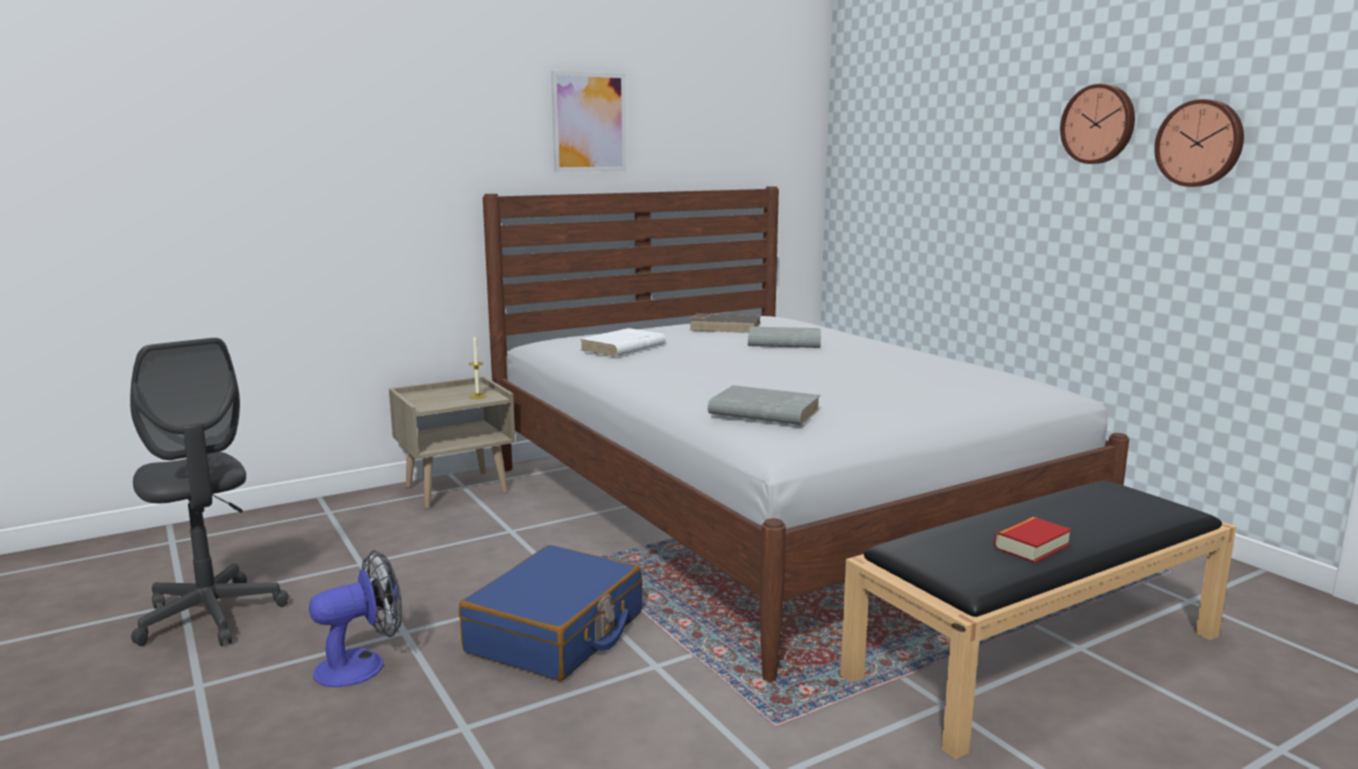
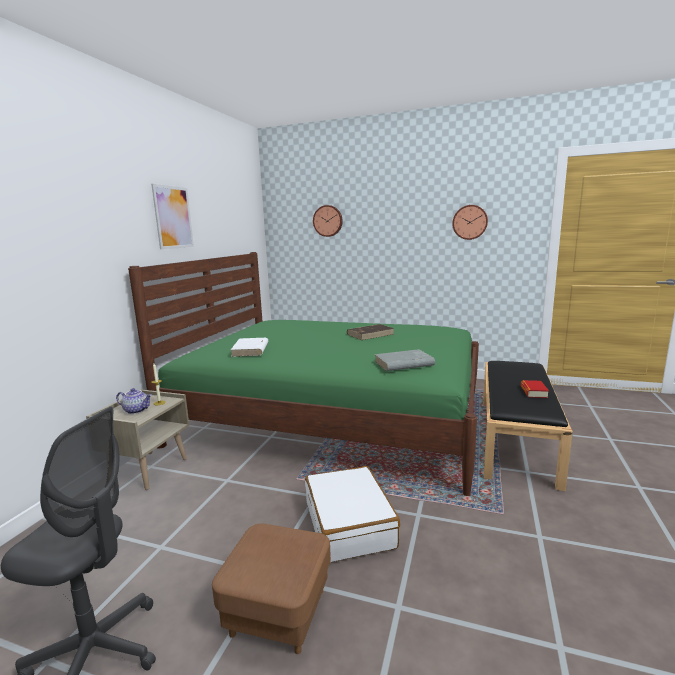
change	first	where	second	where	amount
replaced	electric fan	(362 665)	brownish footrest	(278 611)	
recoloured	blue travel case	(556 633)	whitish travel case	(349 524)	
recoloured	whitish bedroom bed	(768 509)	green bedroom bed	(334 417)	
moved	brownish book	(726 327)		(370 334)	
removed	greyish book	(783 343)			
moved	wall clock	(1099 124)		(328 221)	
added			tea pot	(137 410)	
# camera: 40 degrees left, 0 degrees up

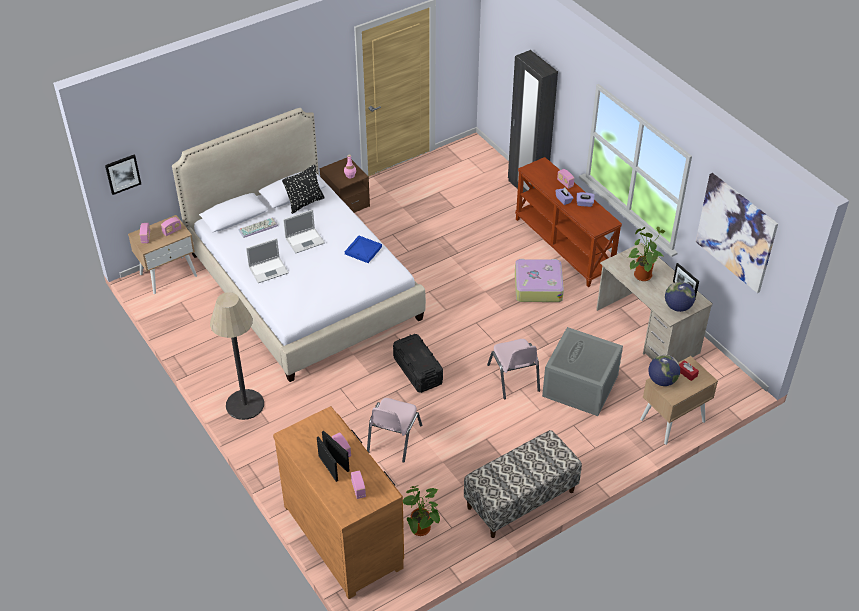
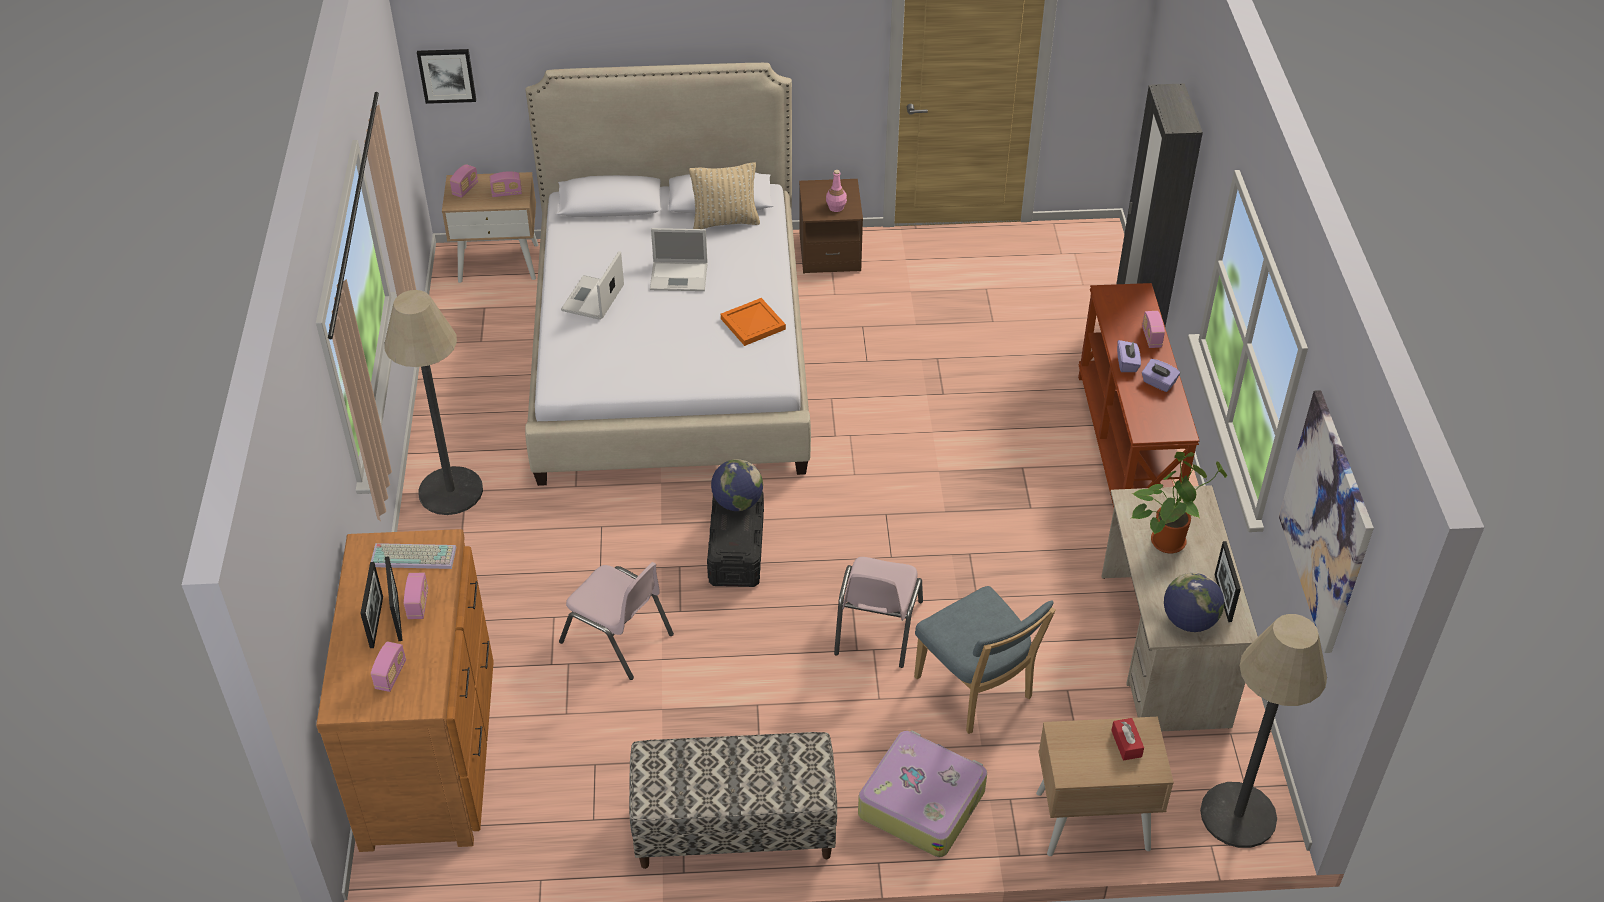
change	first	where	second	where	amount
moved	PC keyboard	(258 227)		(414 555)	
turned	portable computer	(269 270)		(592 299)	105 degrees clockwise
recoloured	black throw pillow	(305 203)	beige-coloured throw pillow	(725 221)	
recoloured	blue carrying tray	(363 251)	orange-coloured carrying tray	(752 324)	
turned	pink plain chair	(393 439)		(617 638)	105 degrees counterclockwise
removed	potted plant	(422 530)			
moved	travel case	(537 286)		(921 802)	
replaced	greyish storage bin	(581 387)	blue plain chair	(976 691)	
moved	desk globe	(662 380)		(737 503)	
added			standing lamp	(1238 815)	
# camera: 30 degrees right, 0 degrees up

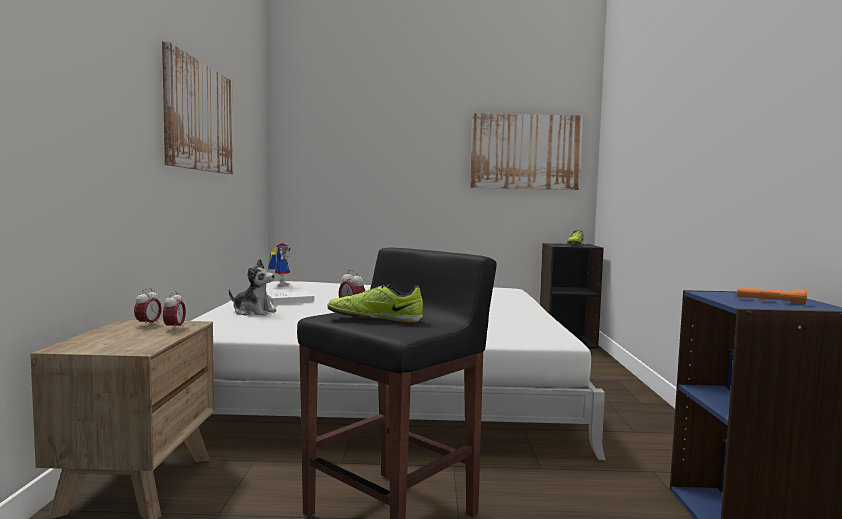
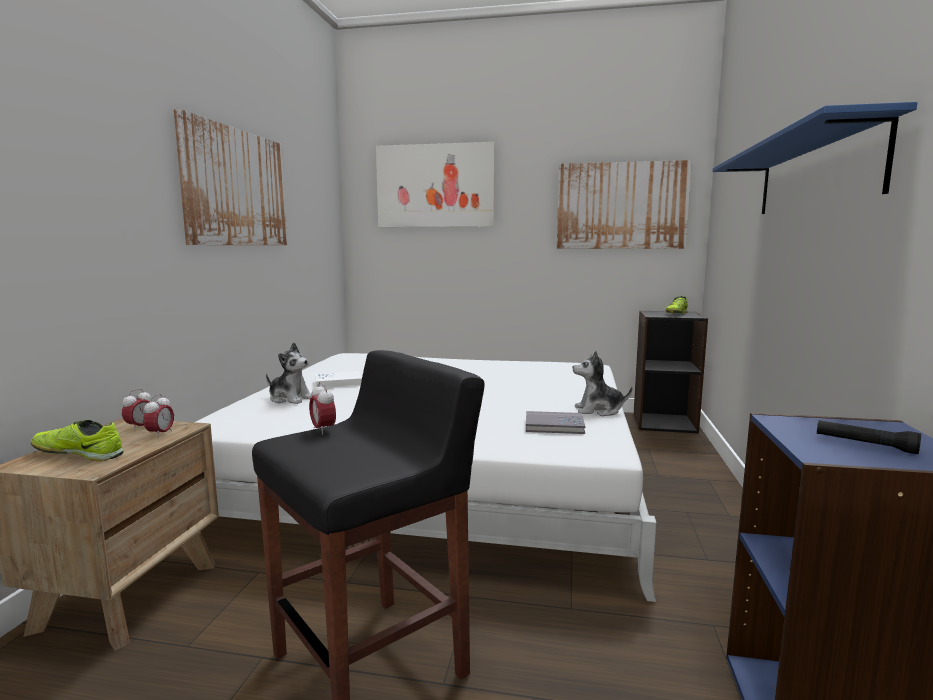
change	first	where	second	where	amount
removed	toy robot	(280 285)			
moved	low shoe	(375 319)		(79 453)	
recoloured	orange-coloured flashlight	(770 301)	black flashlight	(865 444)	
added			wall picture	(435 186)	
added			greyish book	(554 425)	
added			soft toy	(598 410)	
added			blue wall shelf	(813 175)	
# camera: 10 degrees right, 5 degrees up

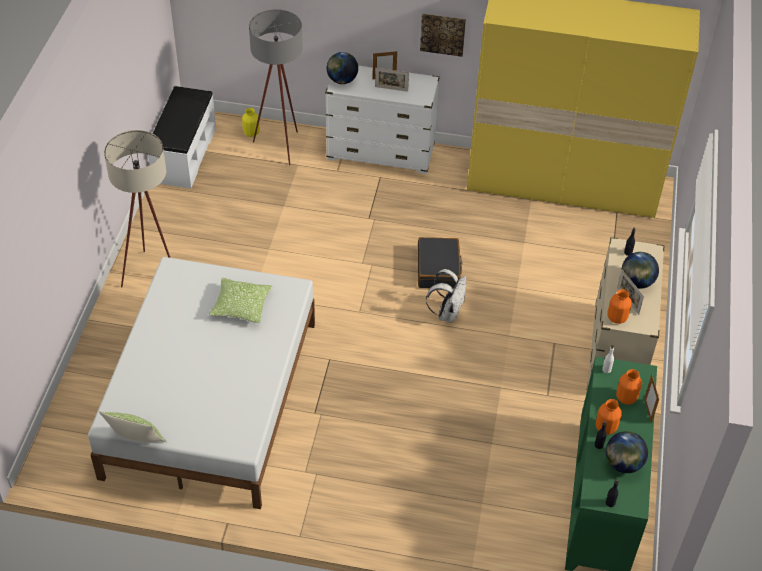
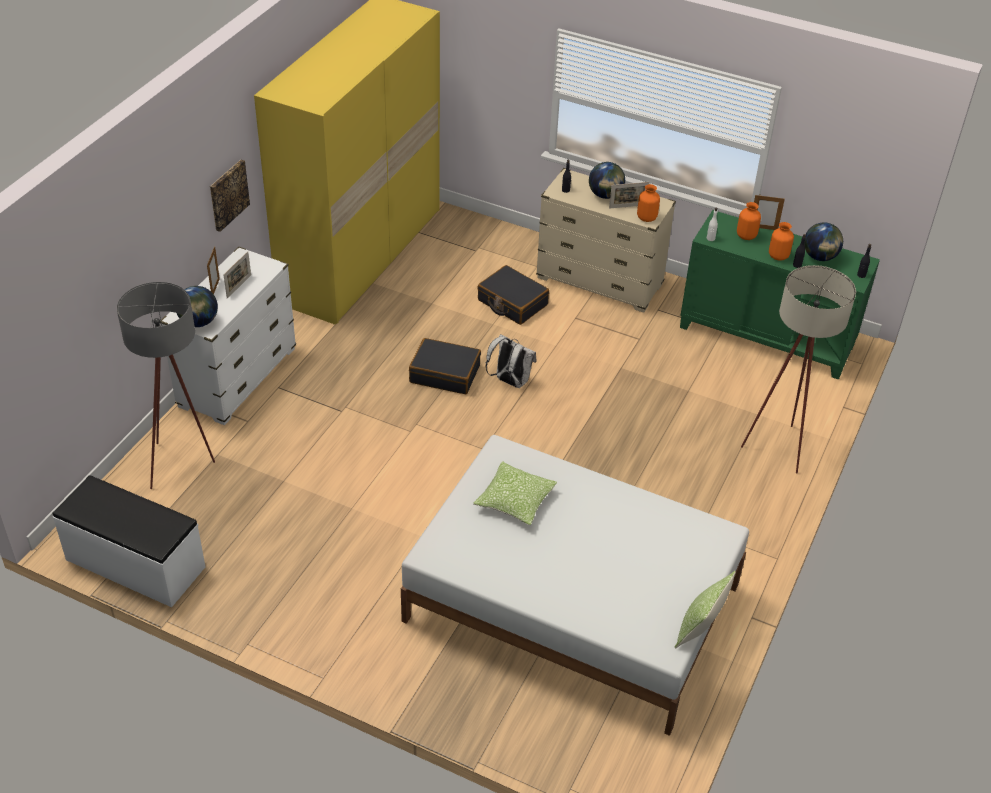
change	first	where	second	where	amount
moved	beige-coloured standing lamp	(154 275)		(780 444)	
removed	yellow-coloured flower vase	(251 133)			
added			black travel case	(512 303)	
# camera: 75 degrees left, 5 degrees down

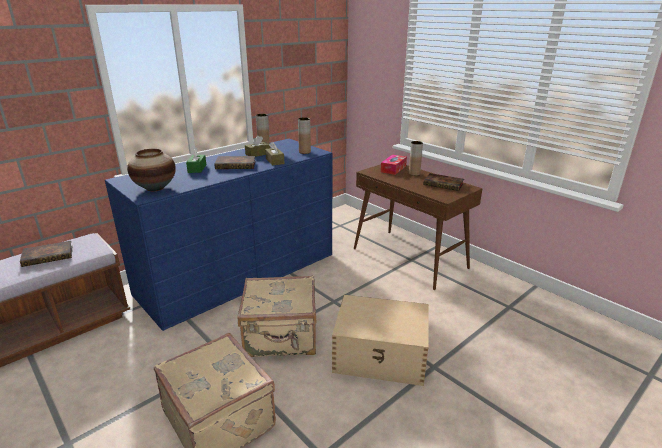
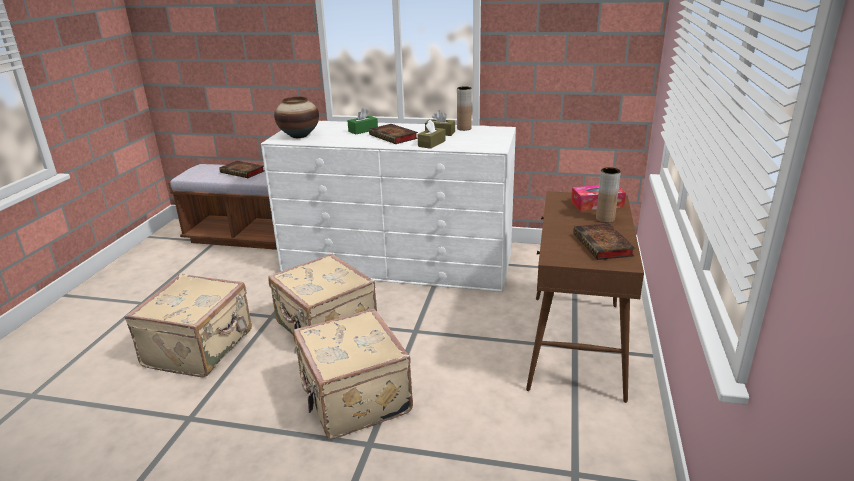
change	first	where	second	where	amount
recoloured	blue drawer chest	(239 273)	whitish drawer chest	(398 262)	
removed	brownish flower vase	(304 152)			
replaced	beige-coloured storage bin	(381 356)	beige-coloured travel case	(353 399)	
# camera: 55 degrees right, 0 degrees up

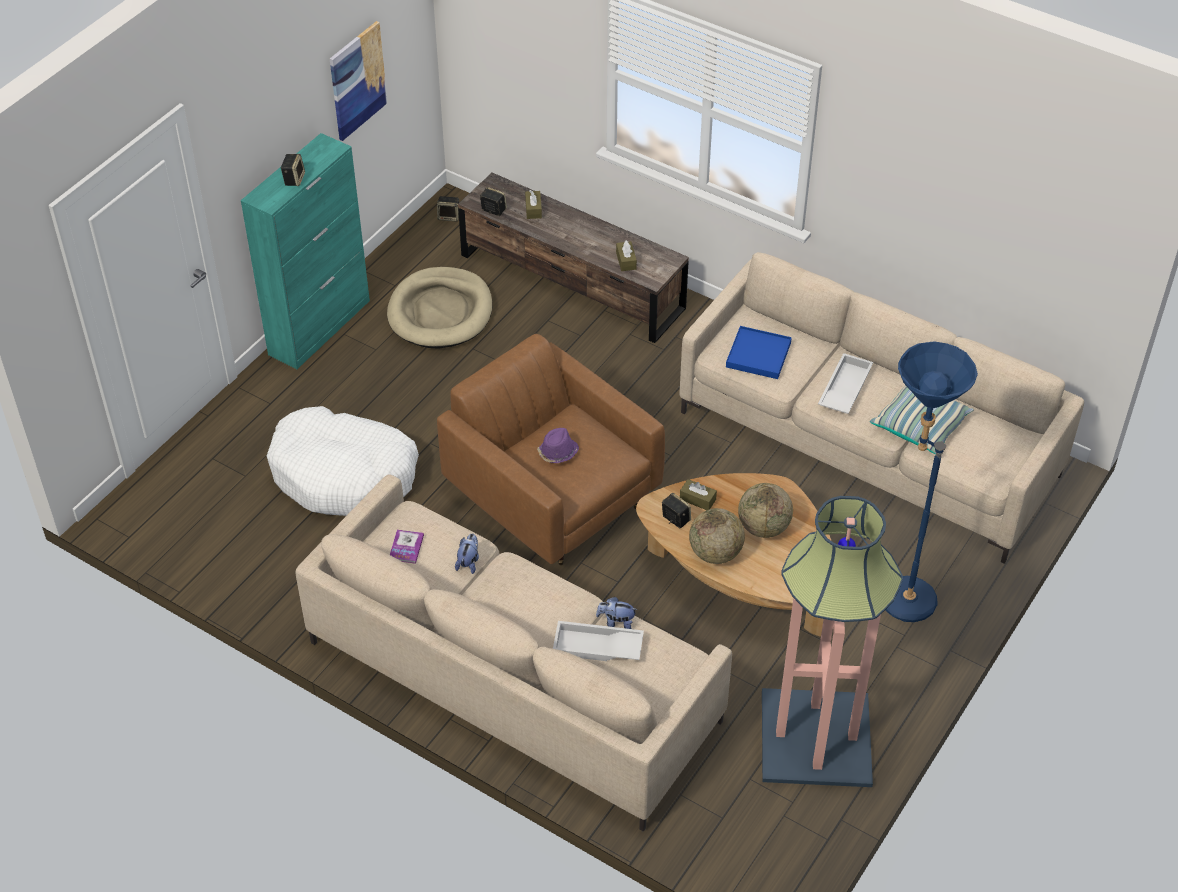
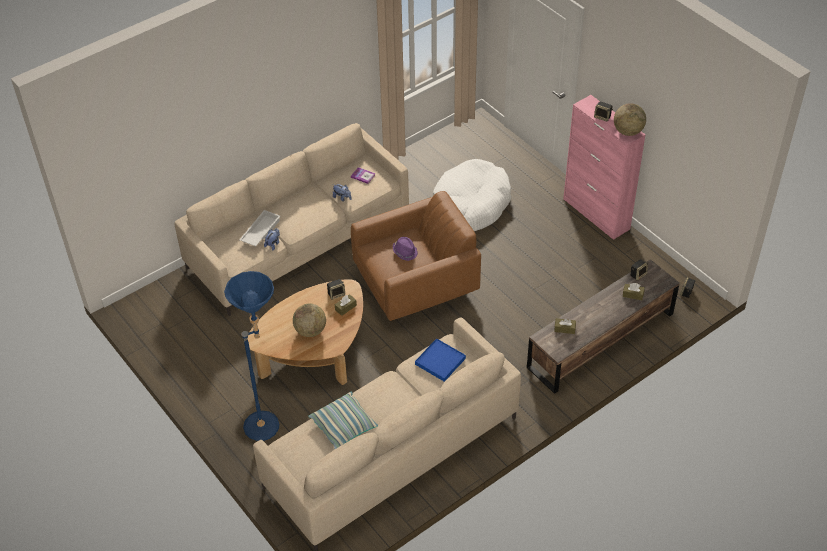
change	first	where	second	where	amount
recoloured	blue-green cupboard	(320 327)	pink cupboard	(596 214)	
removed	wall picture	(357 80)			
removed	beige-coloured dog cushion	(440 312)			
moved	desk globe	(715 553)		(628 131)	
removed	standing lamp	(816 739)			
removed	whitish carrying tray	(844 389)			
# camera: 110 degrees right, 0 degrees up

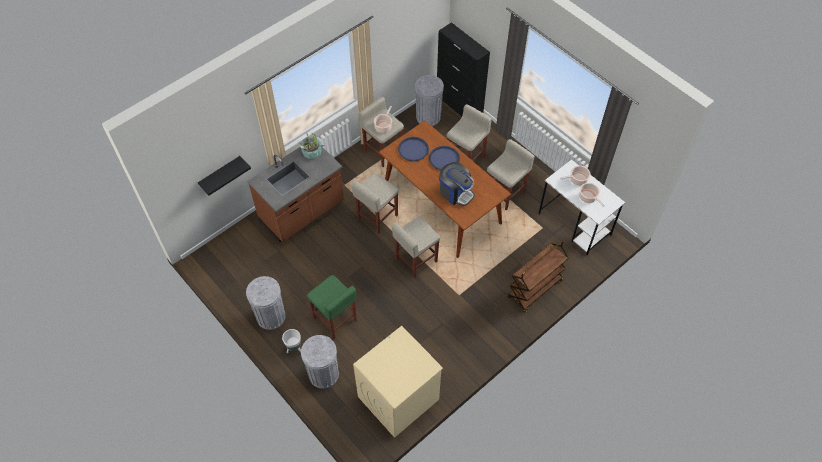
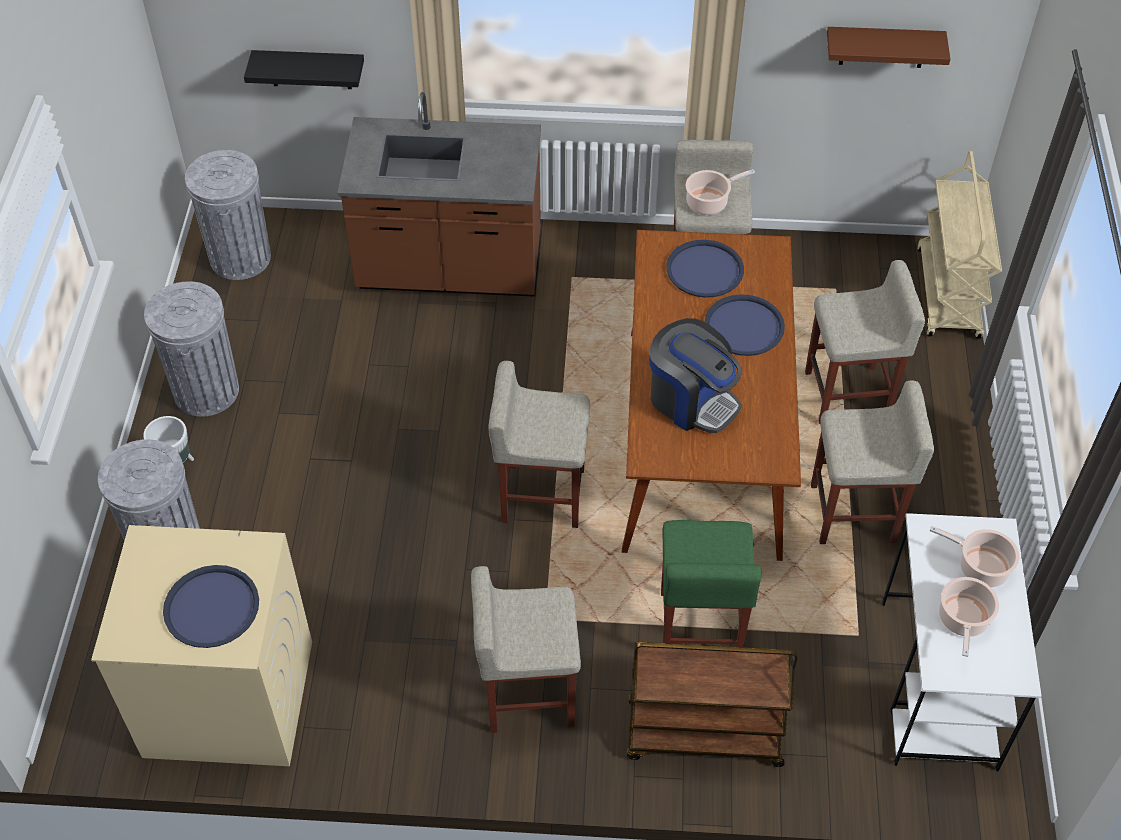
change	first	where	second	where	amount
removed	potted plant	(311 152)			
moved	green stool	(335 319)		(699 628)	
moved	beige-coloured stool	(377 217)		(528 694)	
moved	greyish trash can	(428 117)		(240 257)	
replaced	black cupboard	(459 105)	beige-coloured trolley	(948 294)	
turned	coffee brewer	(455 192)		(691 400)	45 degrees counterclockwise
added			blue carrying tray	(212 607)	
added			brownish wall shelf	(883 47)	
# camera: 45 degrees right, 5 degrees down

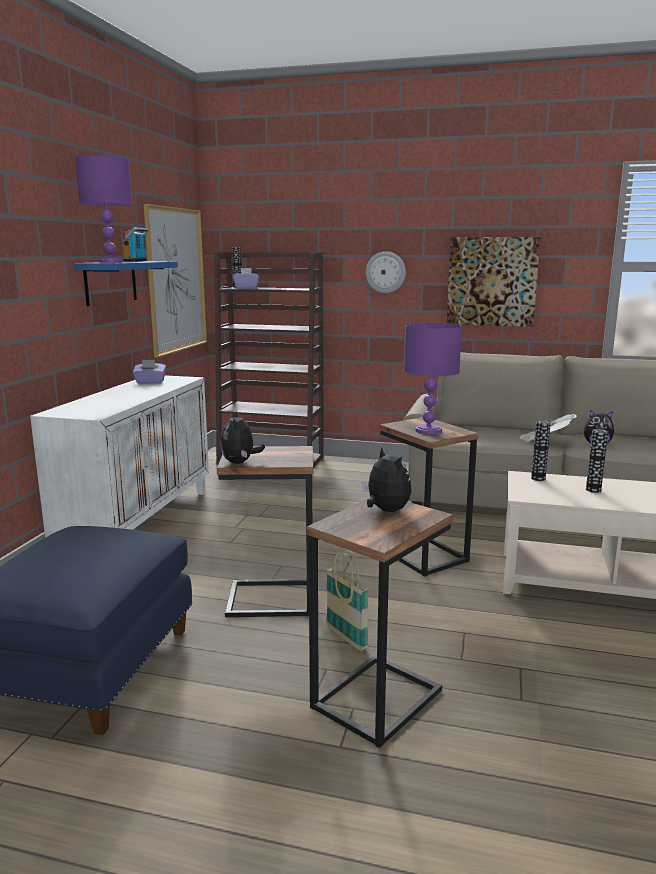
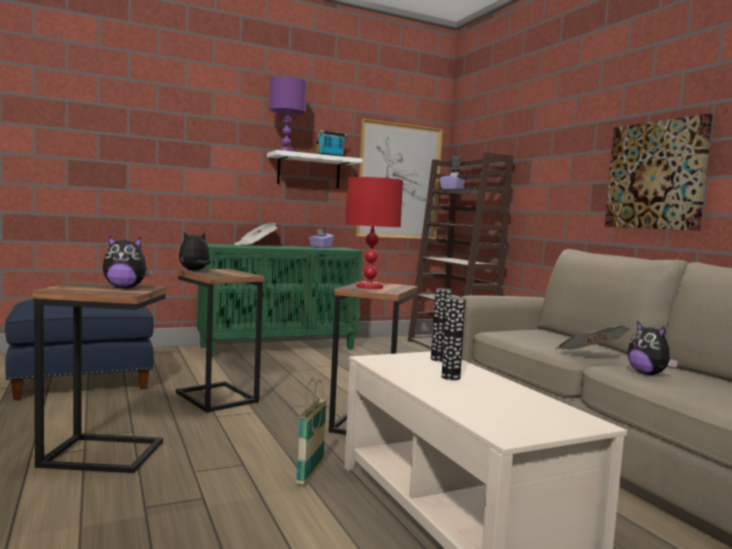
change	first	where	second	where	amount
recoloured	whitish cupboard	(138 521)	green cupboard	(279 347)	
recoloured	blue wall shelf	(110 282)	whitish wall shelf	(309 171)	
moved	storage basket	(346 637)		(310 473)	
turned	soft toy	(386 510)		(125 287)	60 degrees clockwise
removed	wall clock	(385 272)			
recoloured	purplish tabletop lamp	(429 431)	reddish tabletop lamp	(370 287)	
added			daily paper	(255 245)	
# camera: 50 degrees right, 10 degrees down

